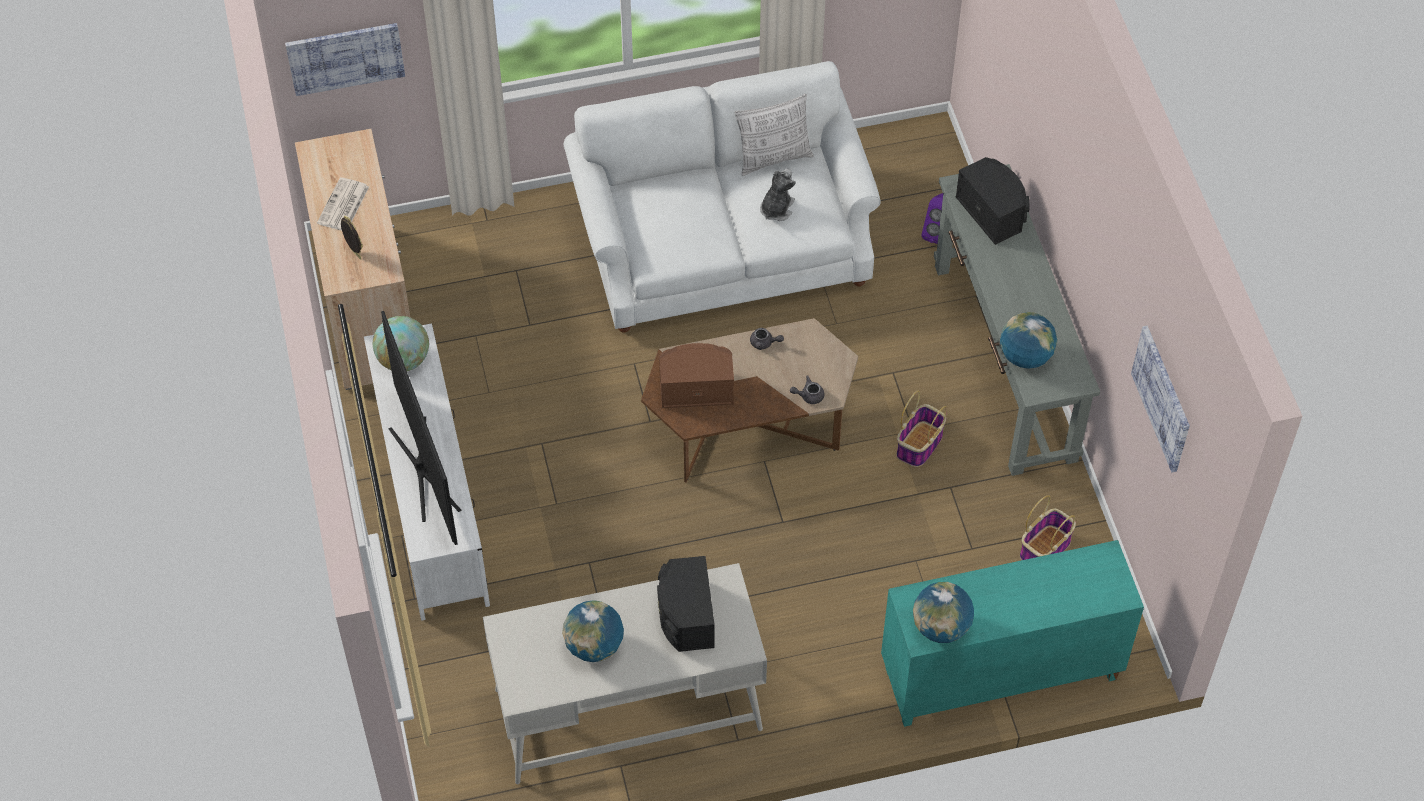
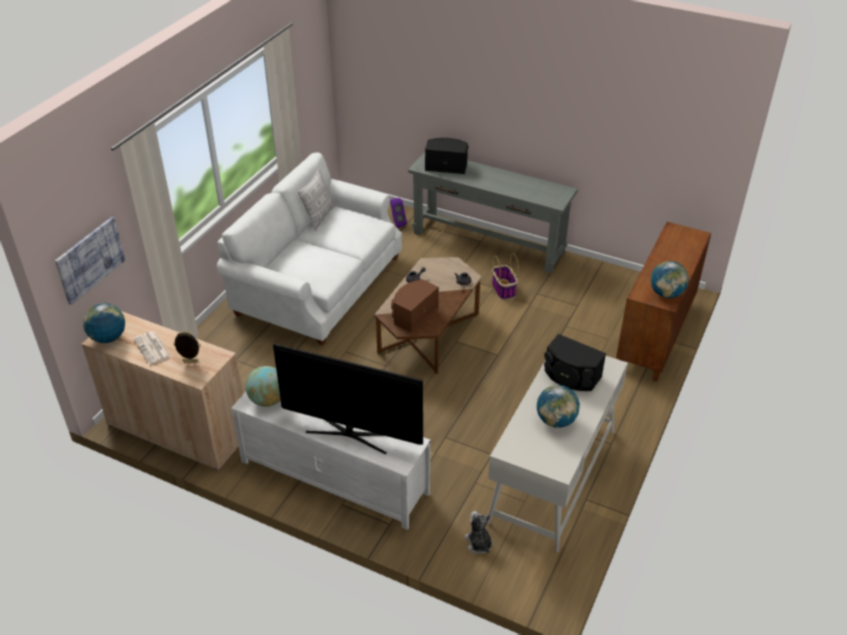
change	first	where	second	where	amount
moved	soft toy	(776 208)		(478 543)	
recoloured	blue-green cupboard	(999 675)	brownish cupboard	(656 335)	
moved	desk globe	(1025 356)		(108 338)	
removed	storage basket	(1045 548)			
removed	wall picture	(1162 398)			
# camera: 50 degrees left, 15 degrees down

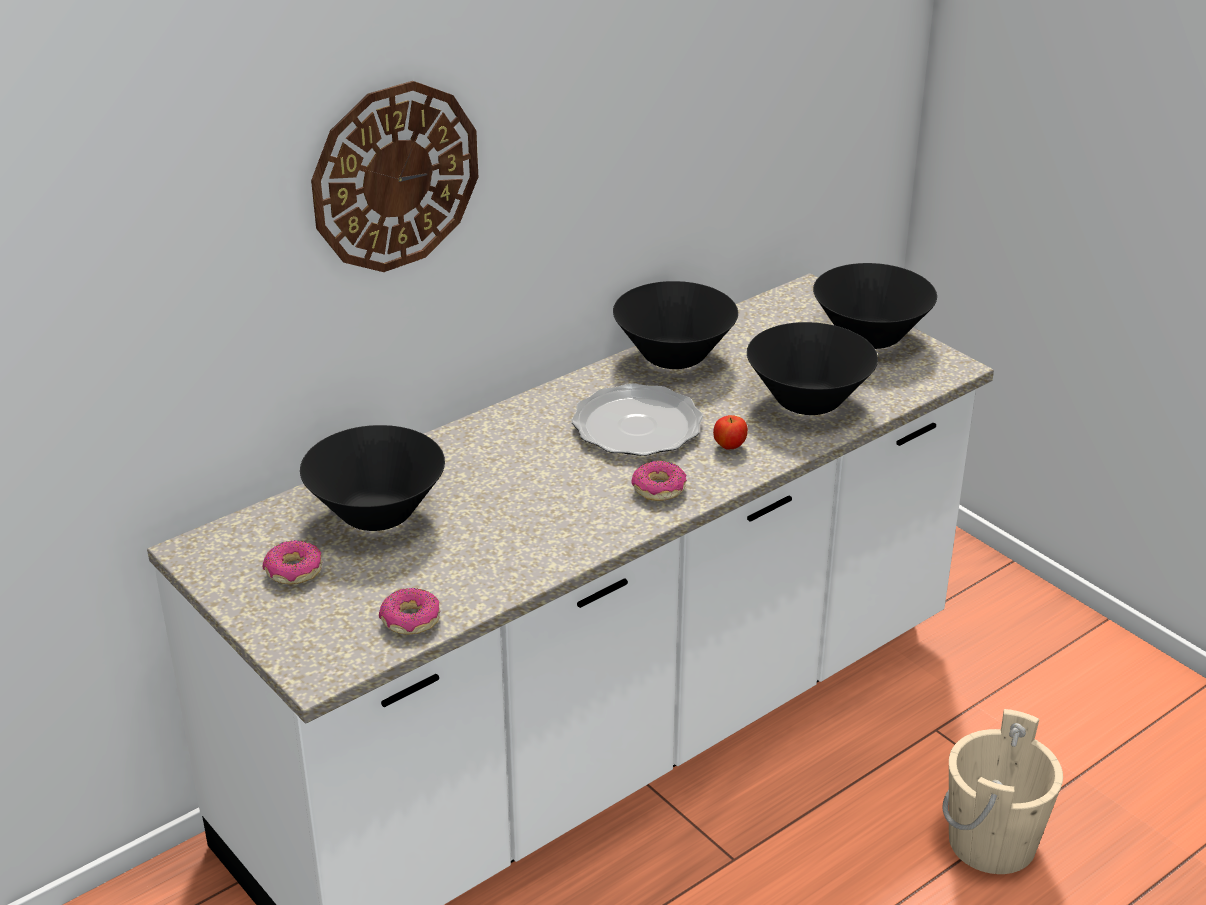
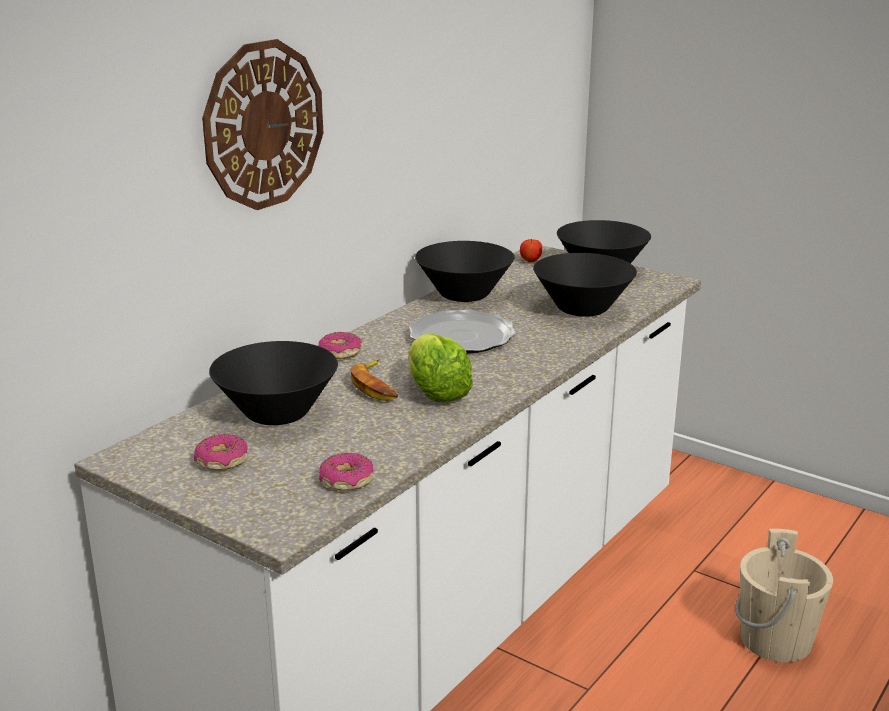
change	first	where	second	where	amount
moved	donut	(658 489)		(340 353)	
moved	apple fruit	(730 446)		(530 261)	
added			whole banana	(376 386)	
added			lettuce	(436 392)	
# camera: 15 degrees left, 10 degrees down

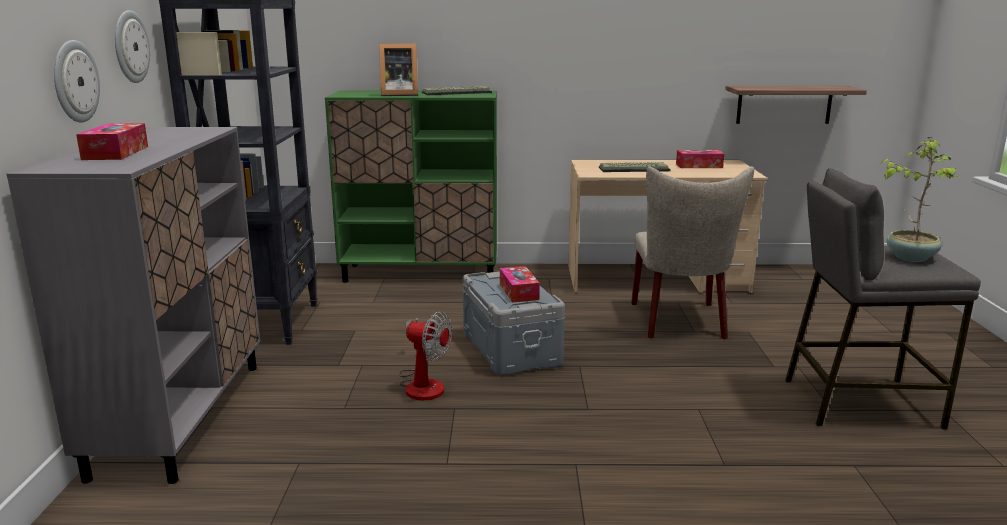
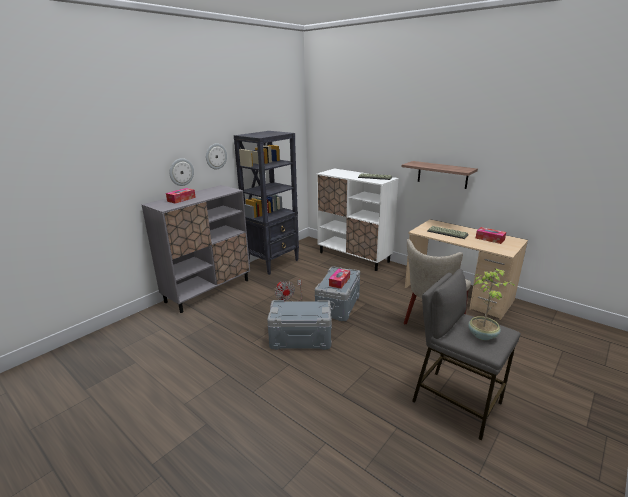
change	first	where	second	where	amount
recoloured	green cupboard	(421 273)	whitish cupboard	(354 257)	
removed	picture frame	(398 94)			
moved	wall shelf	(784 104)		(442 174)	
added			greyish storage bin	(300 338)	
# camera: 40 degrees right, 5 degrees up

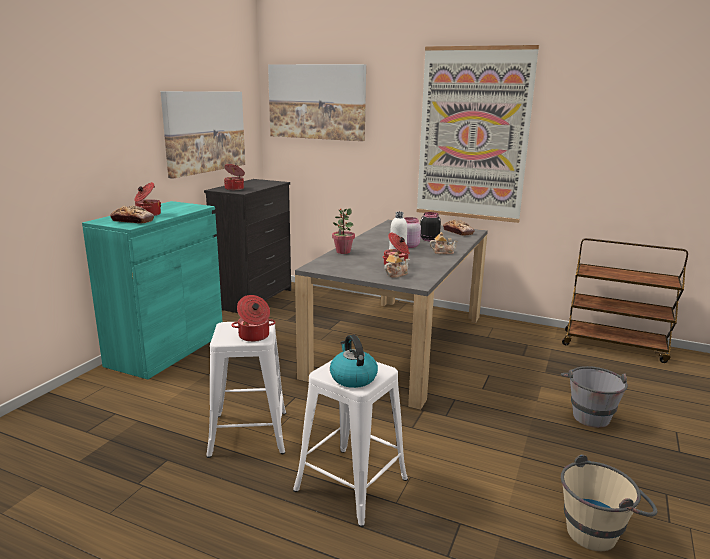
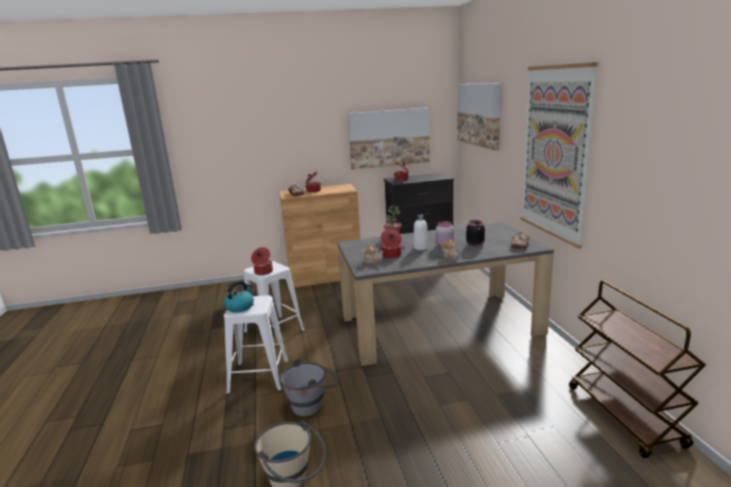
change	first	where	second	where	amount
recoloured	blue-green cupboard	(166 349)	brownish cupboard	(325 276)	
moved	greyish water bucket	(588 413)		(312 404)	
# camera: 55 degrees right, 0 degrees up

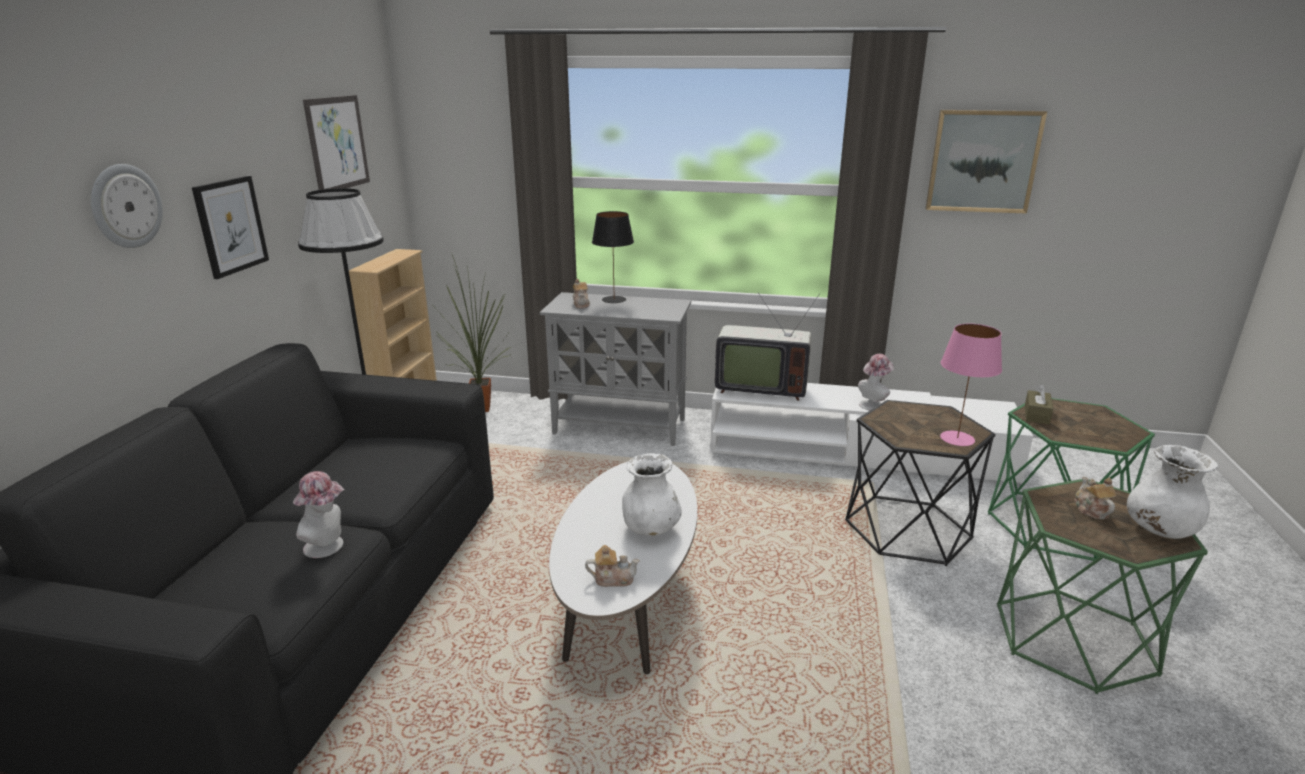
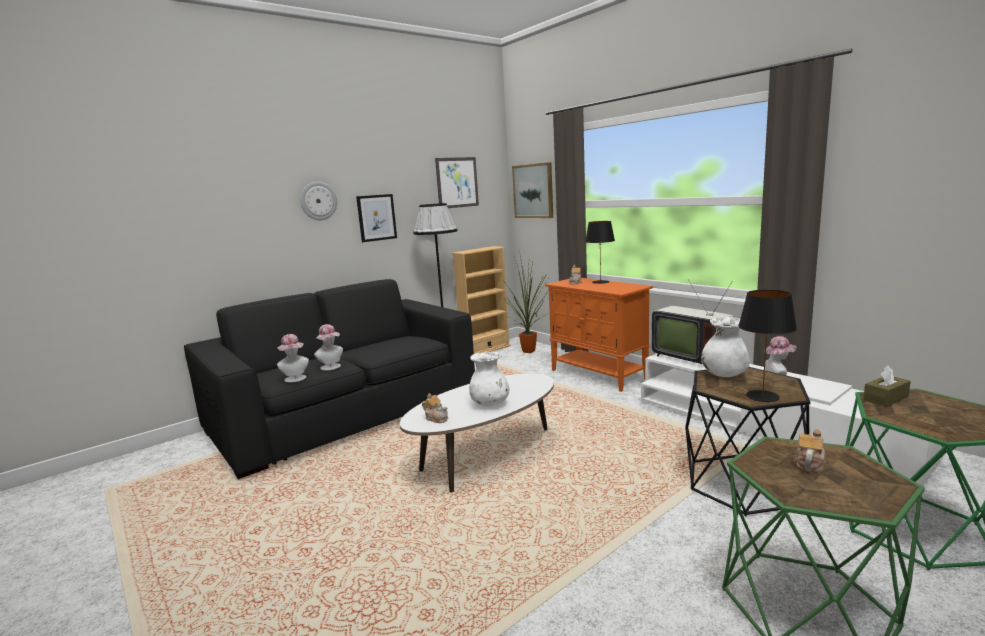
change	first	where	second	where	amount
recoloured	greyish cupboard	(621 426)	orange-coloured cupboard	(599 374)	
moved	wall picture	(983 161)		(533 191)	
recoloured	pink tabletop lamp	(957 439)	black tabletop lamp	(762 396)	
moved	whitish flower vase	(1159 530)		(724 375)	
added			hat	(296 379)	
# camera: 40 degrees right, 10 degrees down

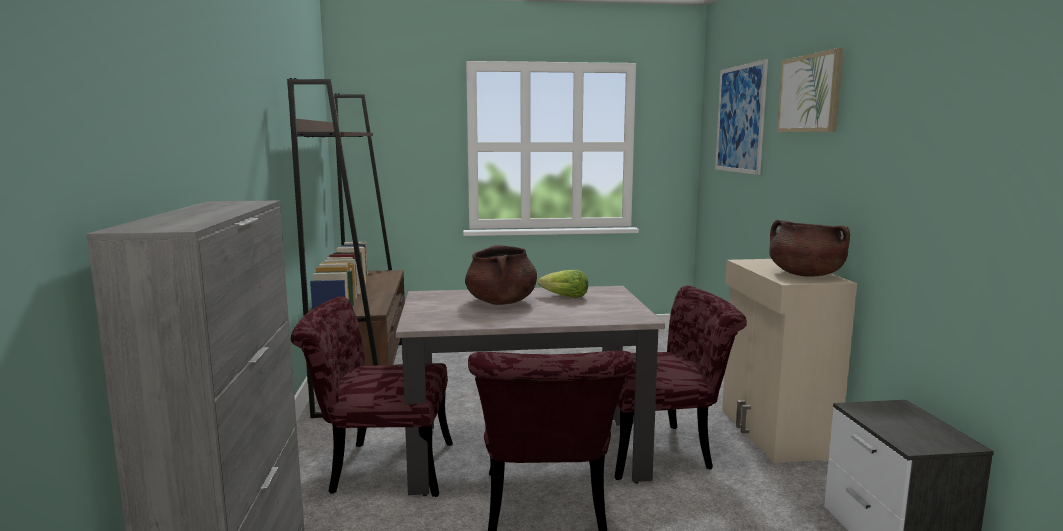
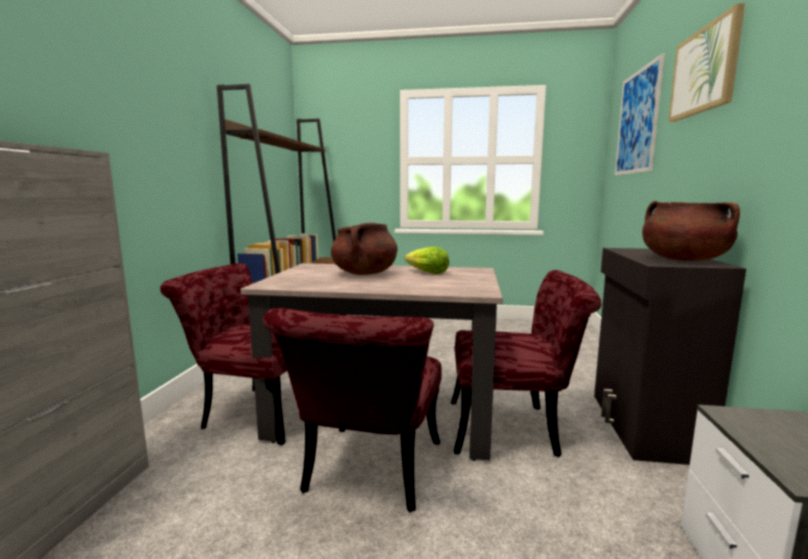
change	first	where	second	where	amount
recoloured	beige-coloured cupboard	(774 432)	black cupboard	(643 426)	
# camera: 15 degrees right, 0 degrees up

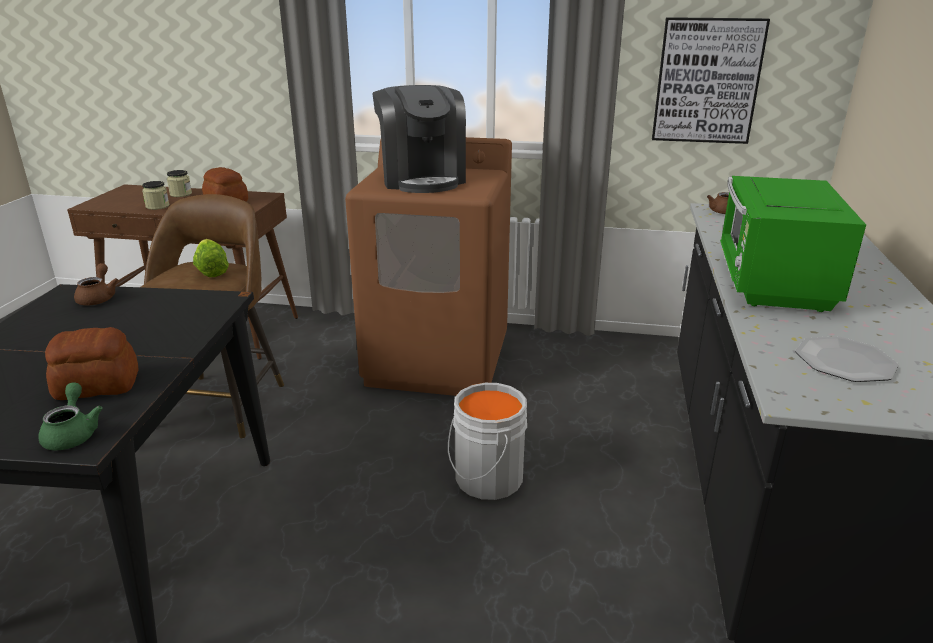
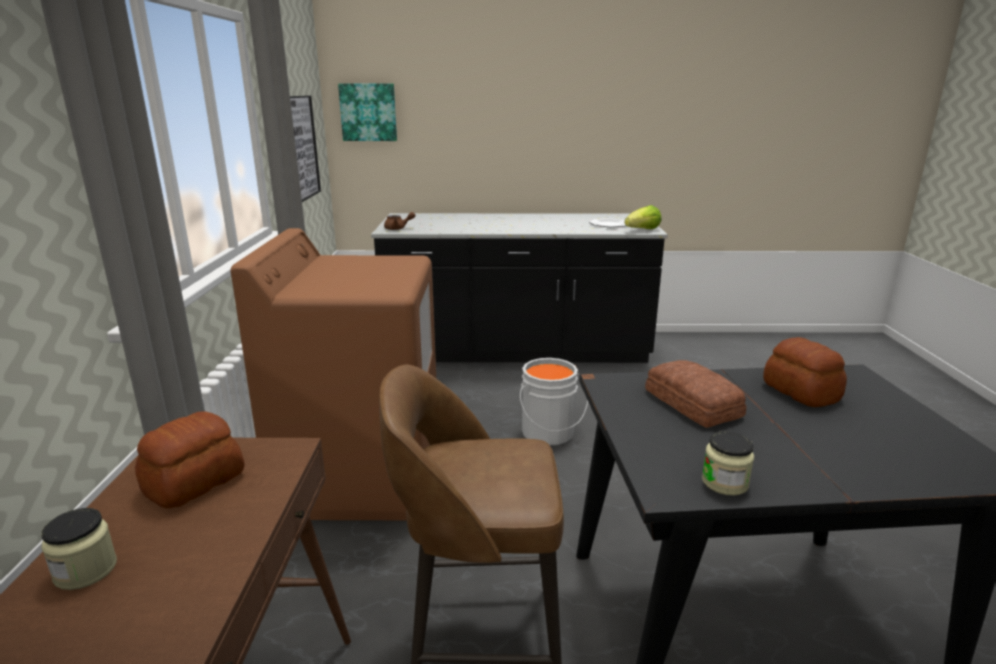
change	first	where	second	where	amount
removed	green tea pot	(73 433)			
removed	brownish tea pot	(98 298)			
moved	jar	(157 206)		(725 482)	
moved	lettuce	(212 271)		(642 230)	
removed	coffee brewer	(422 179)			
removed	green microwave	(772 283)			
added			wall picture	(368 112)	
added			bread	(692 404)	
# camera: 100 degrees left, 5 degrees down

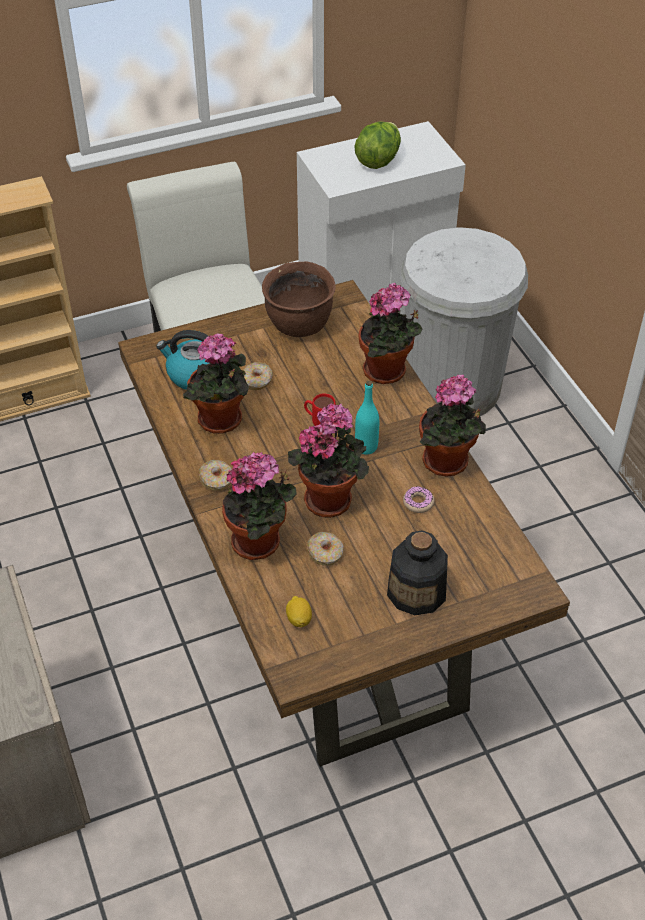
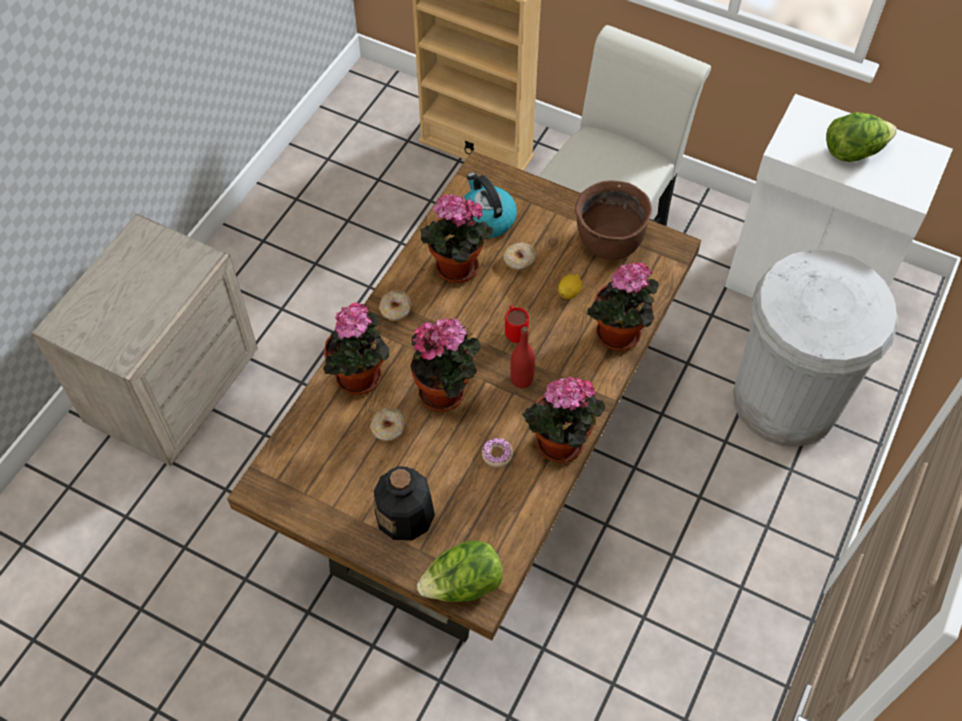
change	first	where	second	where	amount
moved	whole lemon	(299 619)		(569 292)	
recoloured	blue-green drink bottle	(366 447)	reddish drink bottle	(521 379)	
added			lettuce	(463 585)	
# camera: 50 degrees right, 10 degrees up

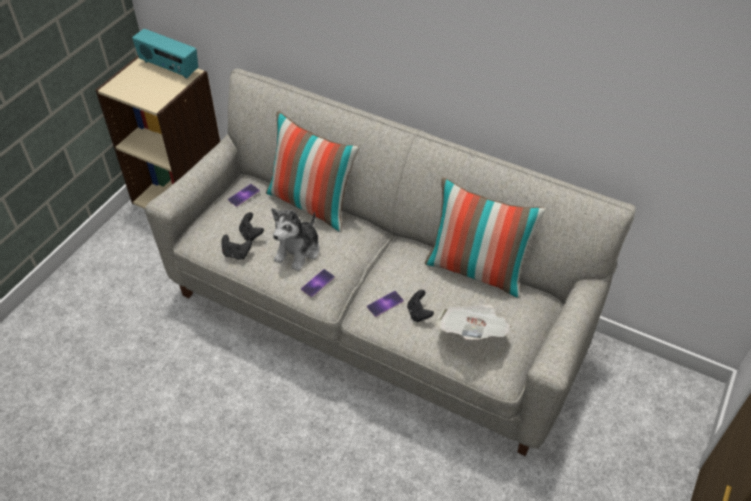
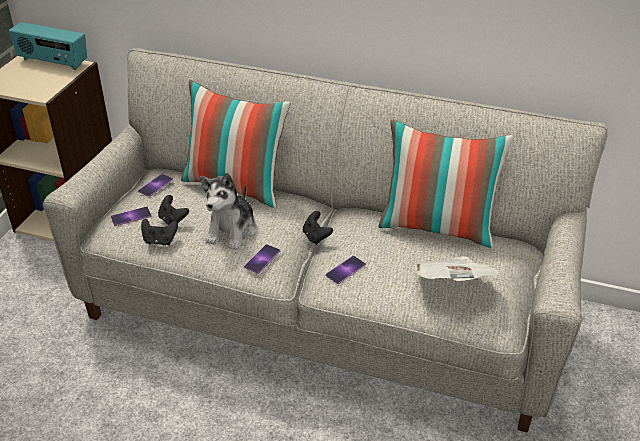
change	first	where	second	where	amount
moved	black gamepad	(419 313)		(316 237)	
added			telephone	(131 216)	
# camera: 10 degrees left, 10 degrees down

